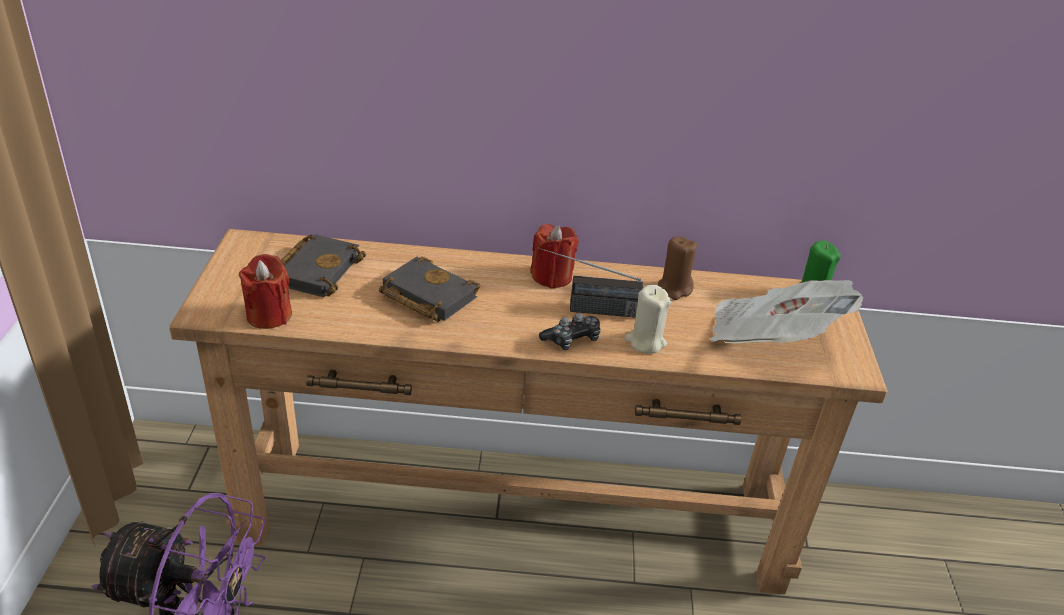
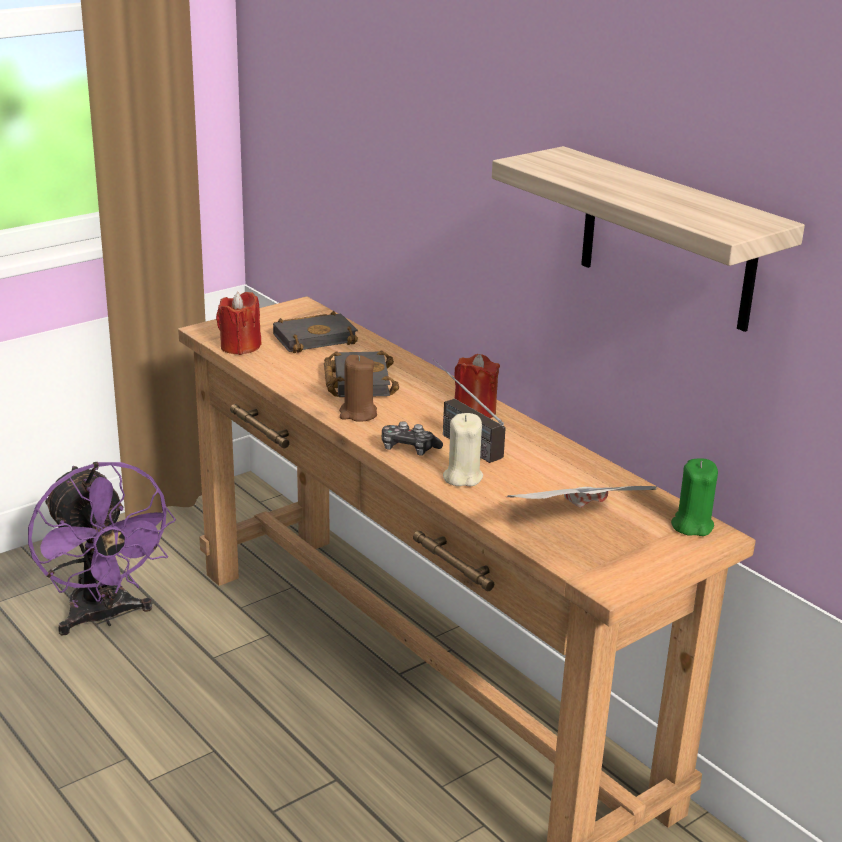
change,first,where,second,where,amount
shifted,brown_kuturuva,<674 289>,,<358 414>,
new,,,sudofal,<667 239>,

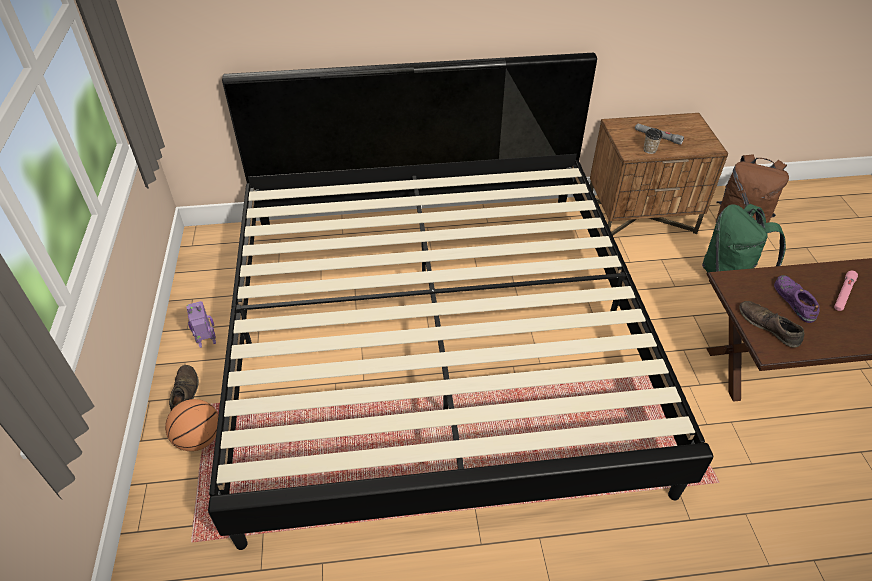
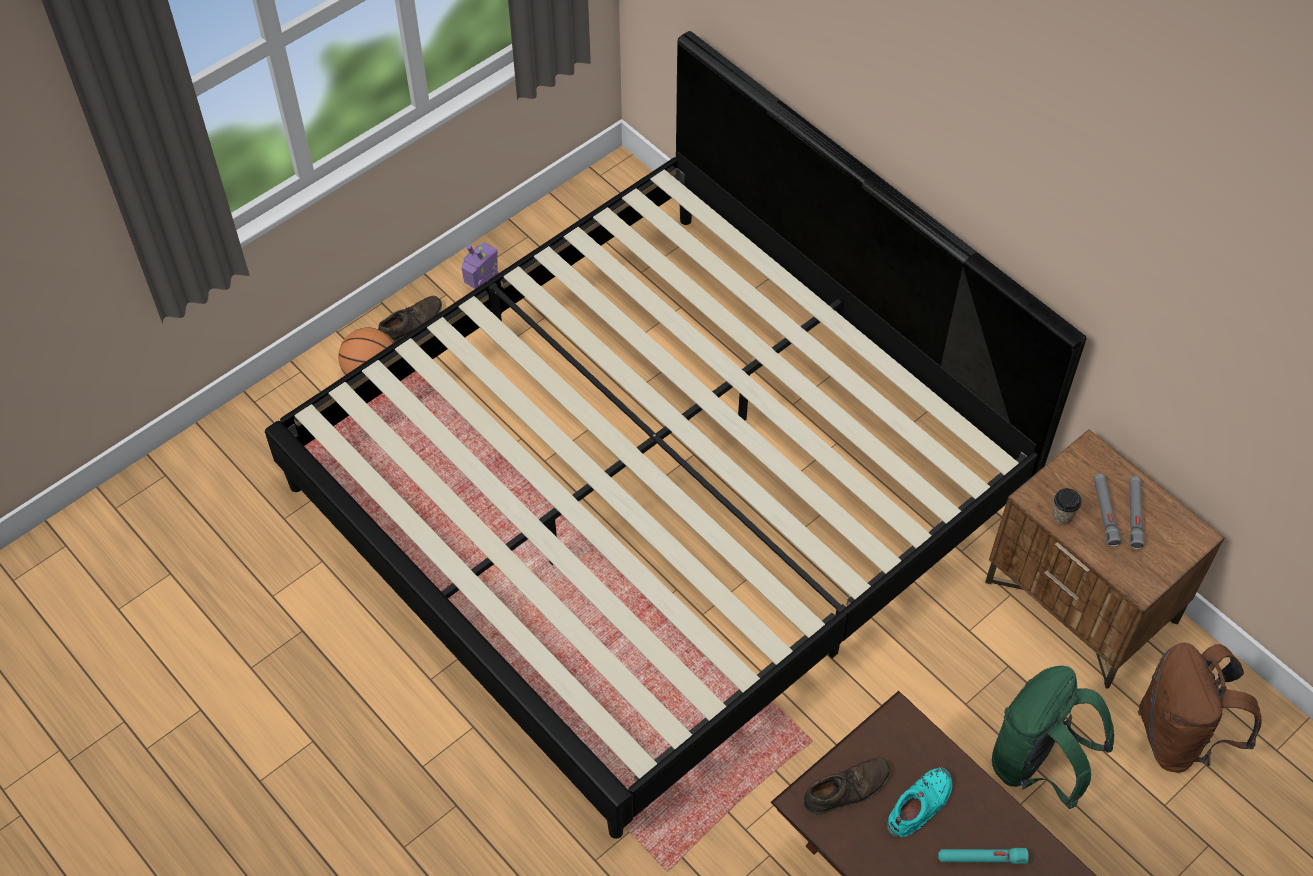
change,first,where,second,where,amount
rotated,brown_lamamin,<768 326>,,<846 789>,45 degrees clockwise
repainted,purple_lamamin,<793 301>,turquoise_lamamin,<920 804>,
repainted,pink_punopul,<843 294>,turquoise_punopul,<981 858>,
new,,,grey_punopul,<1134 514>,

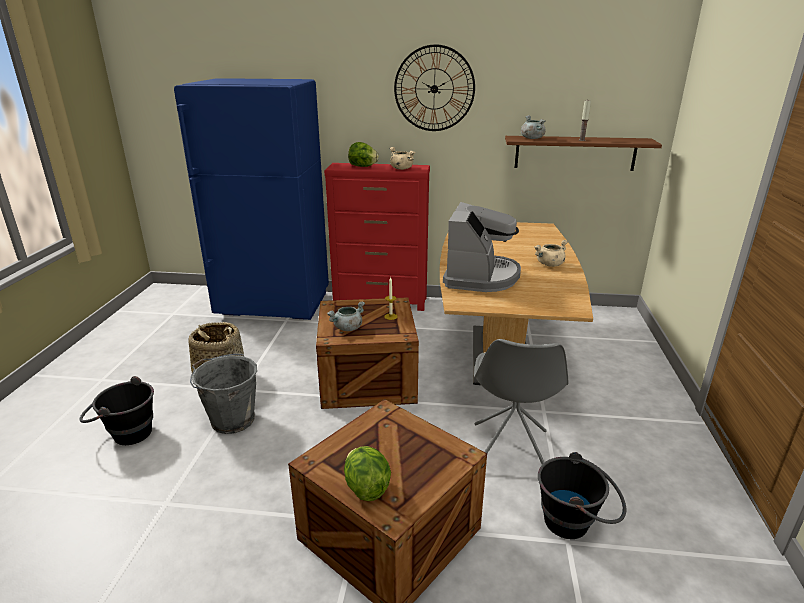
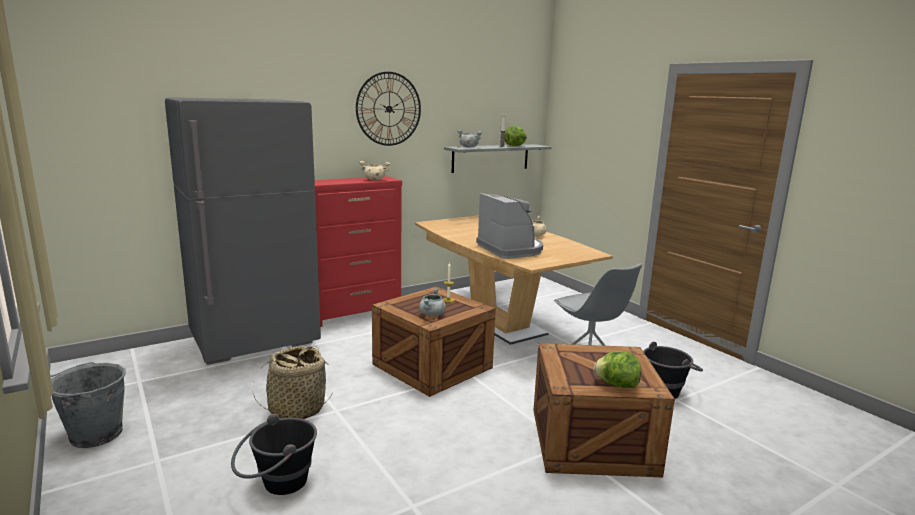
change,first,where,second,where,amount
repainted,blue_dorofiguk,<274 307>,grey_dorofiguk,<256 343>,
shifted,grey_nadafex,<231 419>,,<94 435>,
shifted,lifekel,<362 166>,,<515 145>,
repainted,brown_sudofal,<575 153>,grey_sudofal,<490 158>,

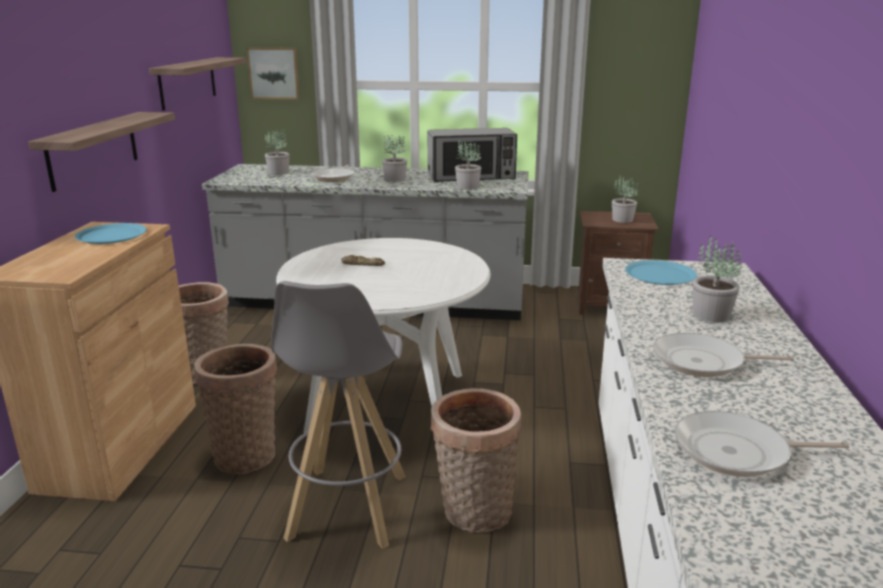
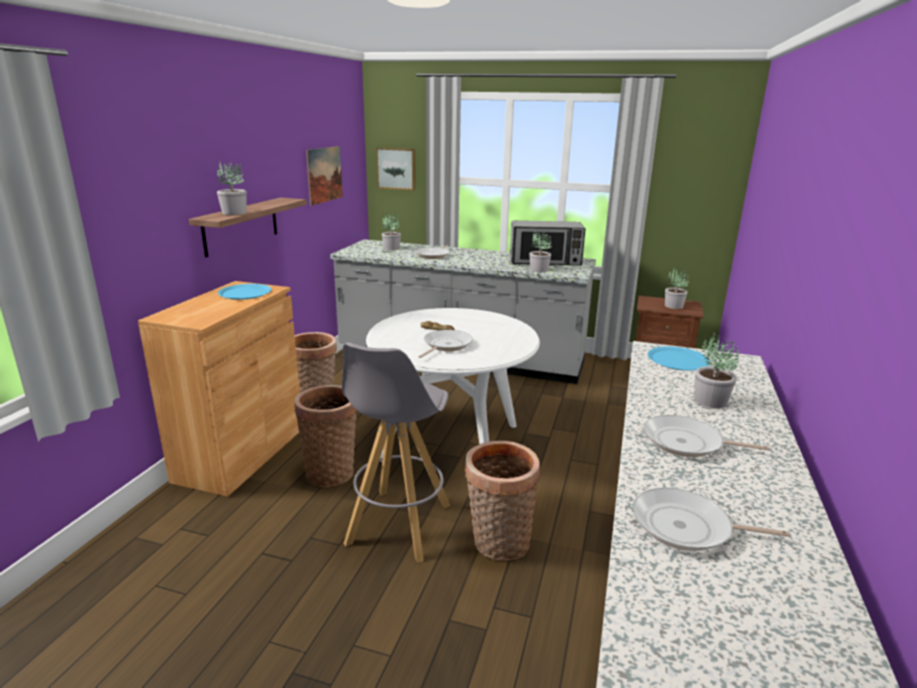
change,first,where,second,where,amount
swapped,sudofal,<188 82>,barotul,<324 174>,
shifted,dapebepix,<395 179>,,<234 213>,
new,,,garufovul,<446 345>,

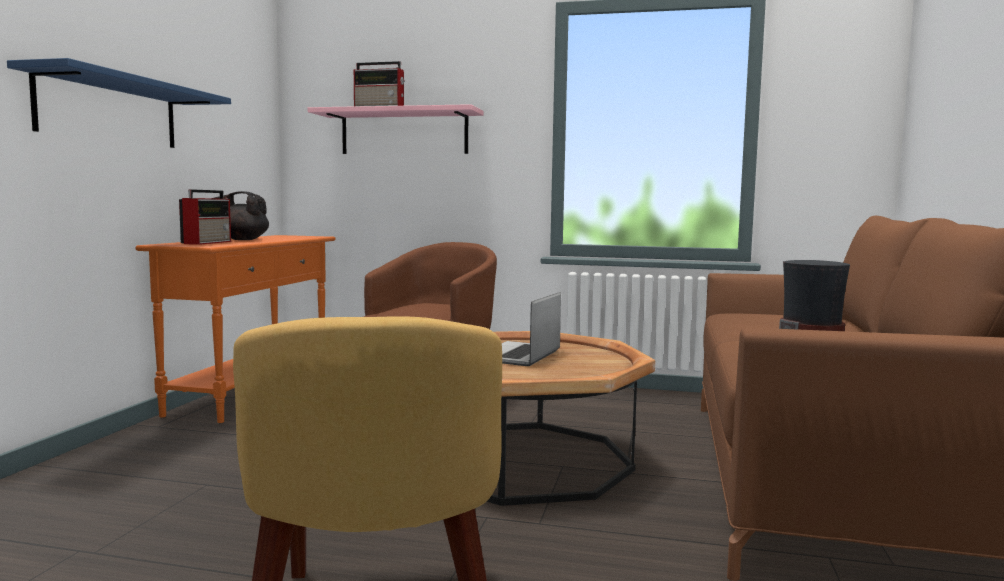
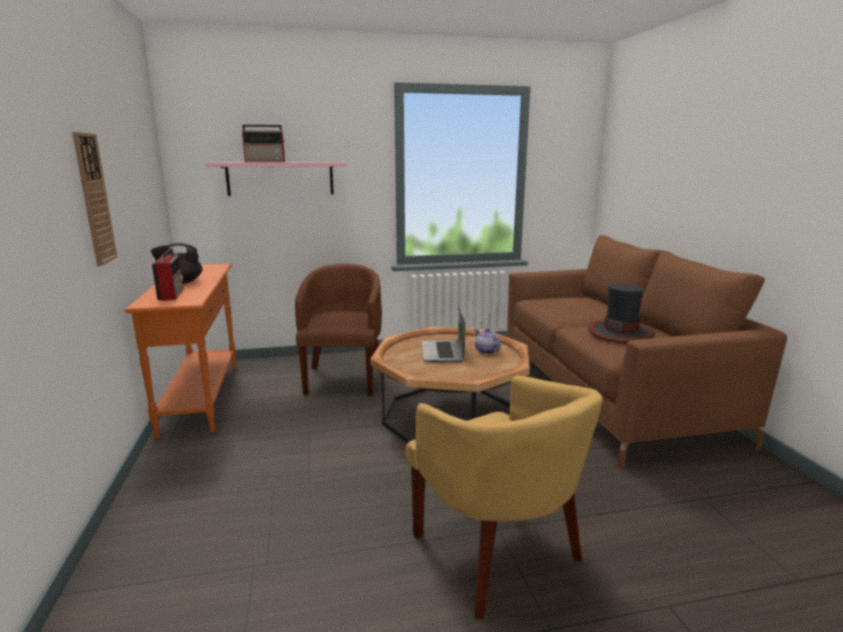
change,first,where,second,where,amount
swapped,blue_sudofal,<109 111>,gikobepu,<94 199>,
new,,,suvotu,<485 351>,

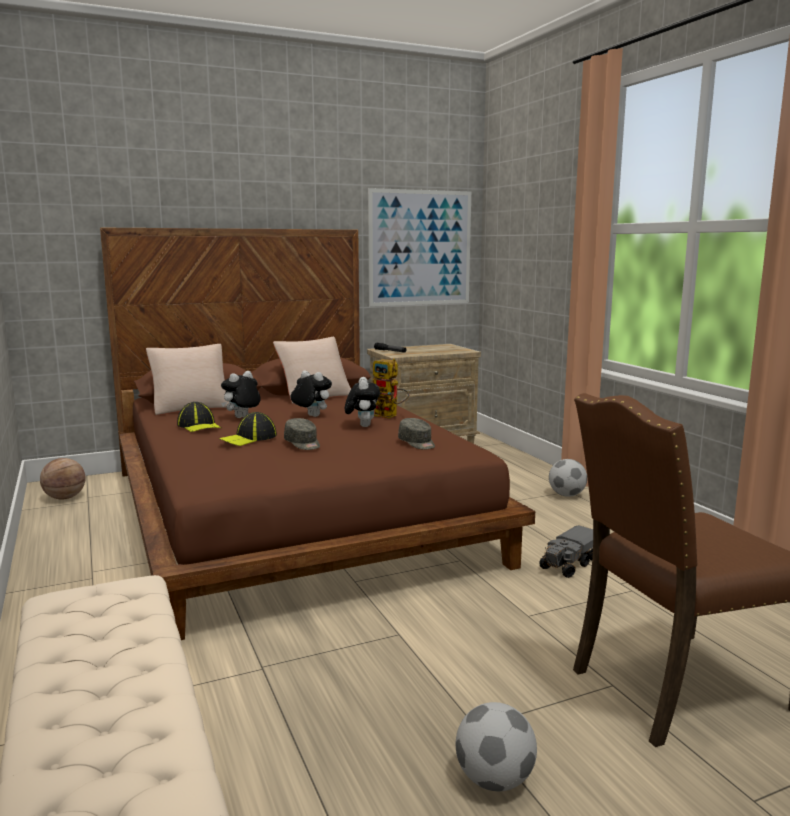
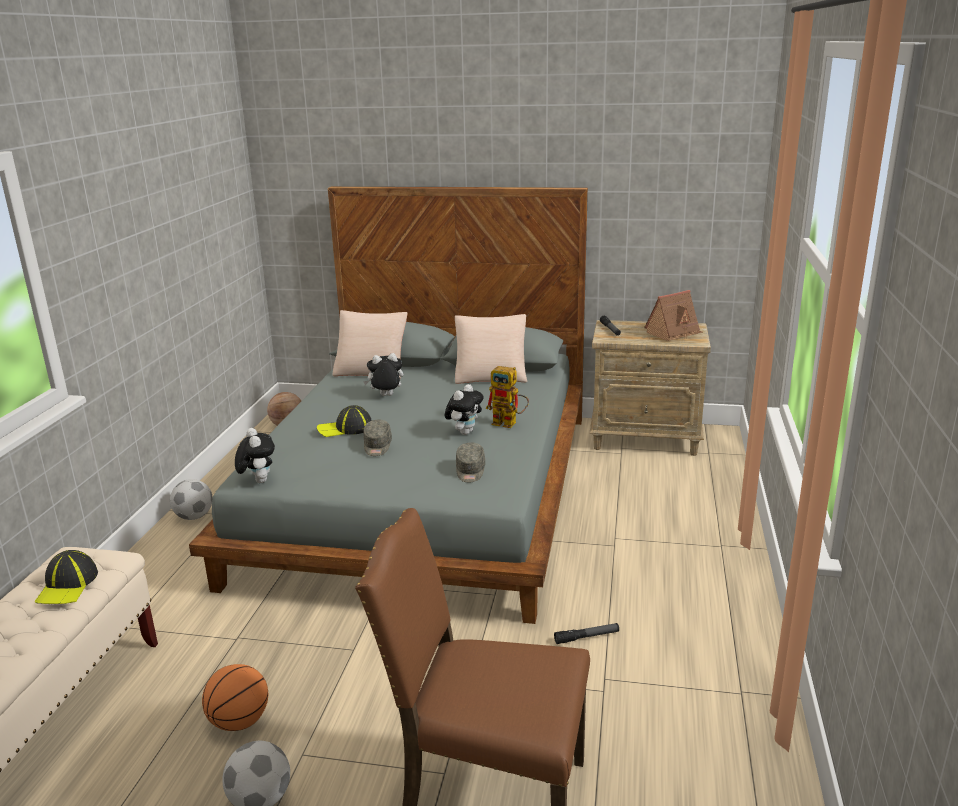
change,first,where,second,where,amount
repainted,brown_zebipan,<293 513>,grey_zebipan,<425 492>,
shifted,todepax,<199 426>,,<67 585>,
shifted,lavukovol,<311 416>,,<258 480>,
gone,barotul,<420 248>,,,
rotated,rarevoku,<390 415>,,<509 423>,45 degrees counterclockwise
swapped,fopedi,<569 564>,punopul,<586 637>,
shifted,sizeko,<566 495>,,<194 517>,
new,,,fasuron,<239 721>,
new,,,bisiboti,<673 333>,

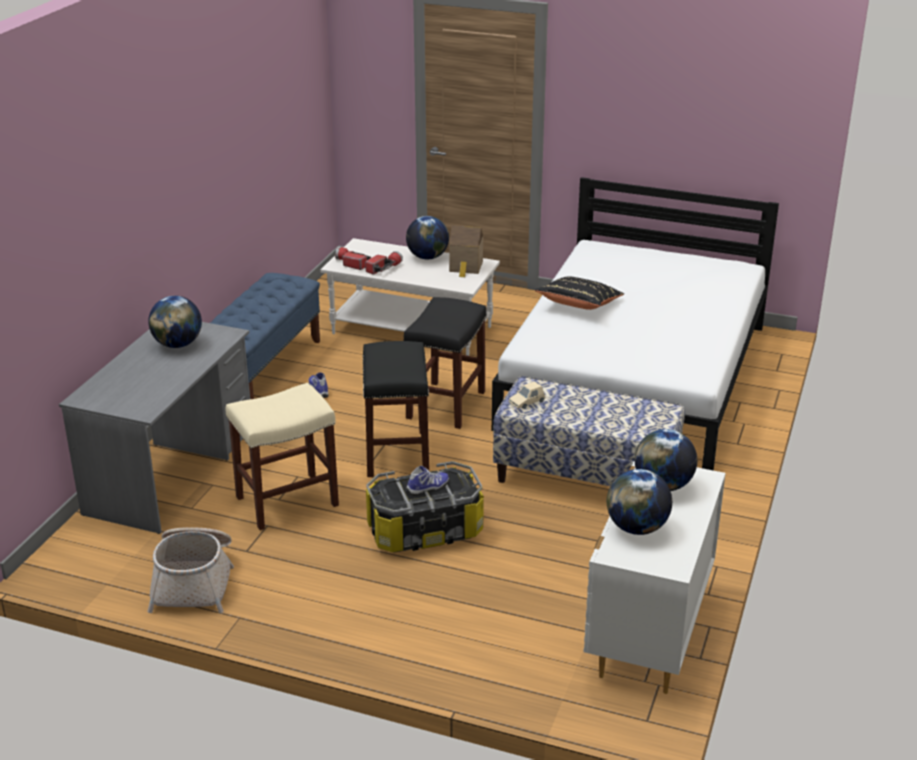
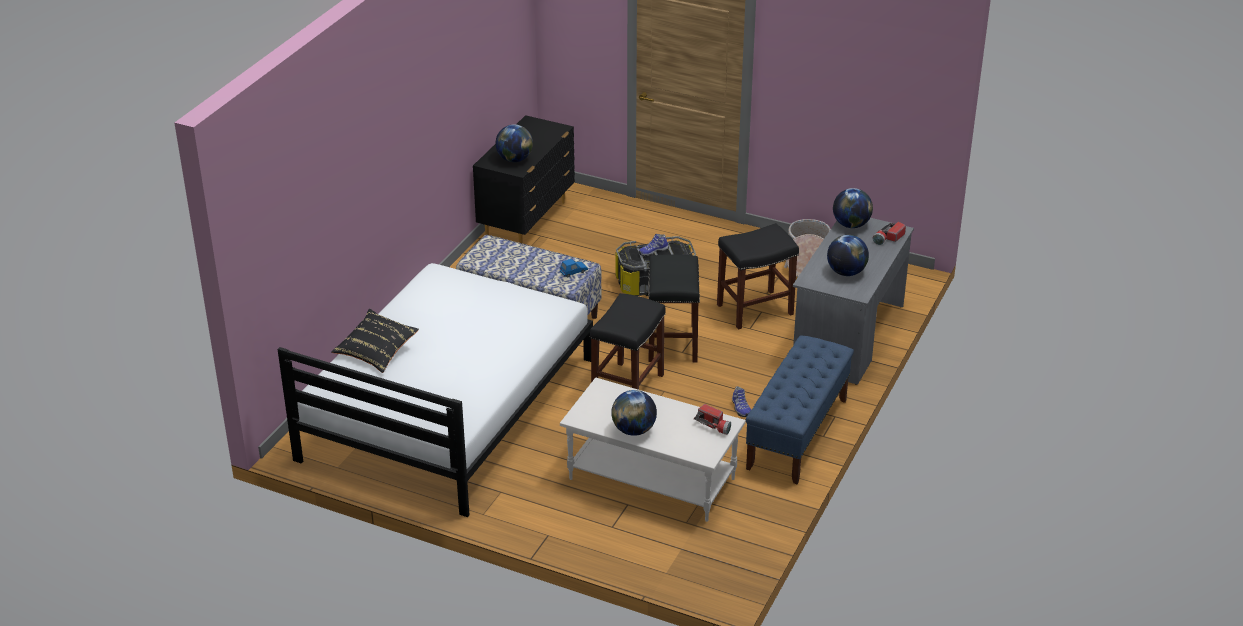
change,first,where,second,where,amount
repainted,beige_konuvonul,<286 502>,black_konuvonul,<755 309>,
shifted,punopul,<384 268>,,<888 238>,
gone,bisiboti,<466 267>,,,
repainted,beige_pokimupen,<527 402>,blue_pokimupen,<573 271>,
shifted,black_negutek,<579 306>,,<376 351>,
repainted,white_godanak,<648 633>,black_godanak,<527 220>,
shifted,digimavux,<636 528>,,<851 225>,

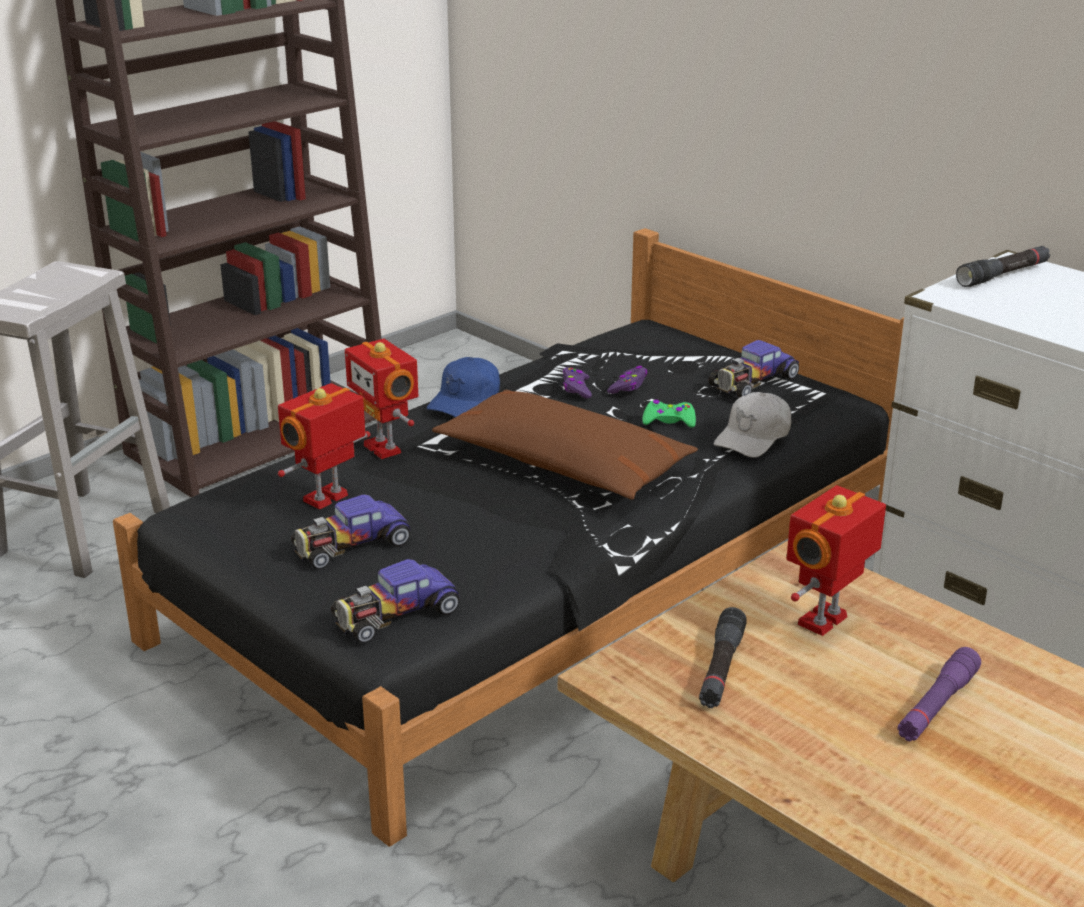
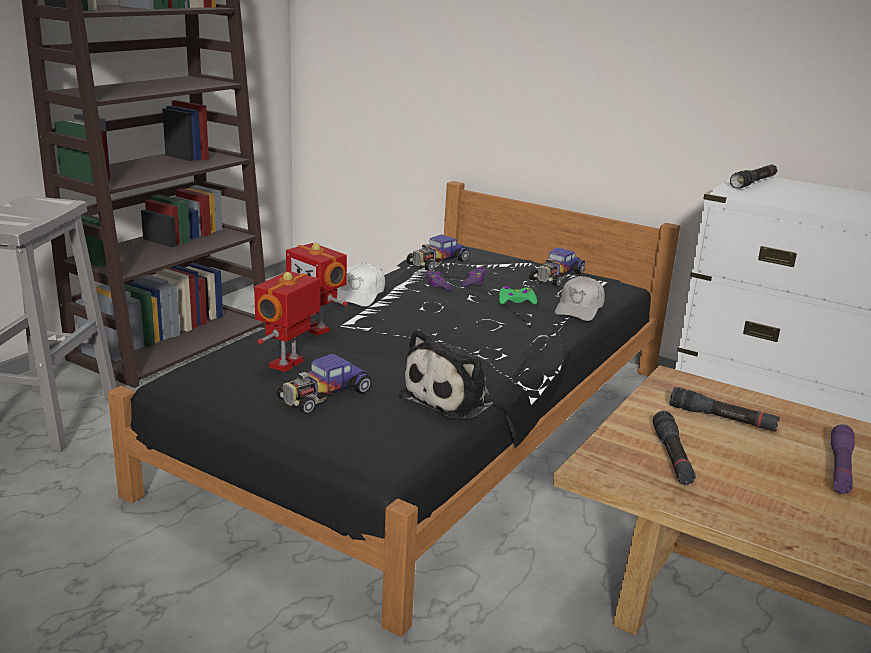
change,first,where,second,where,amount
shifted,pokimupen,<395 614>,,<437 262>,
repainted,blue_todepax,<465 400>,white_todepax,<360 295>,
gone,brown_negutek,<563 465>,,,
swapped,rarevoku,<825 622>,black_punopul,<722 418>,
new,,,lavukovol,<451 398>,

